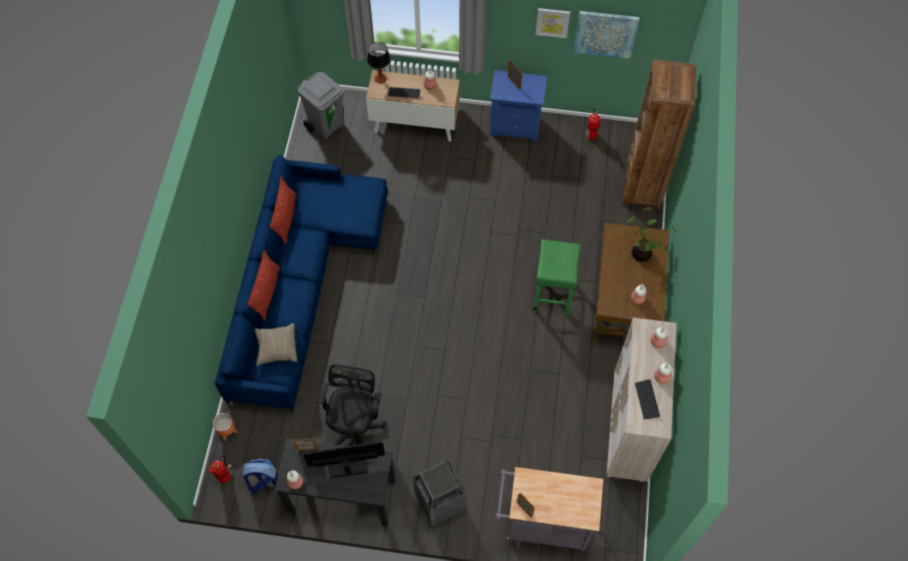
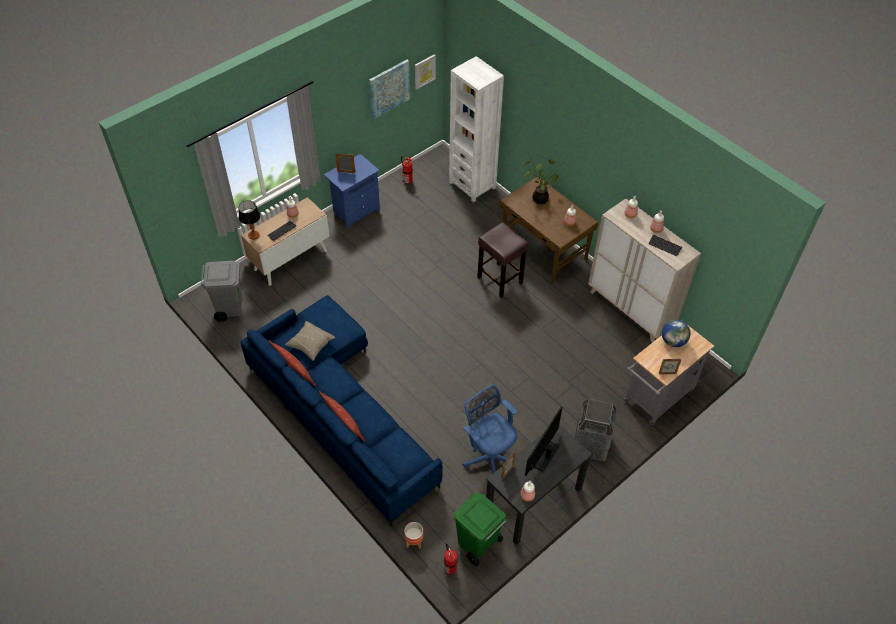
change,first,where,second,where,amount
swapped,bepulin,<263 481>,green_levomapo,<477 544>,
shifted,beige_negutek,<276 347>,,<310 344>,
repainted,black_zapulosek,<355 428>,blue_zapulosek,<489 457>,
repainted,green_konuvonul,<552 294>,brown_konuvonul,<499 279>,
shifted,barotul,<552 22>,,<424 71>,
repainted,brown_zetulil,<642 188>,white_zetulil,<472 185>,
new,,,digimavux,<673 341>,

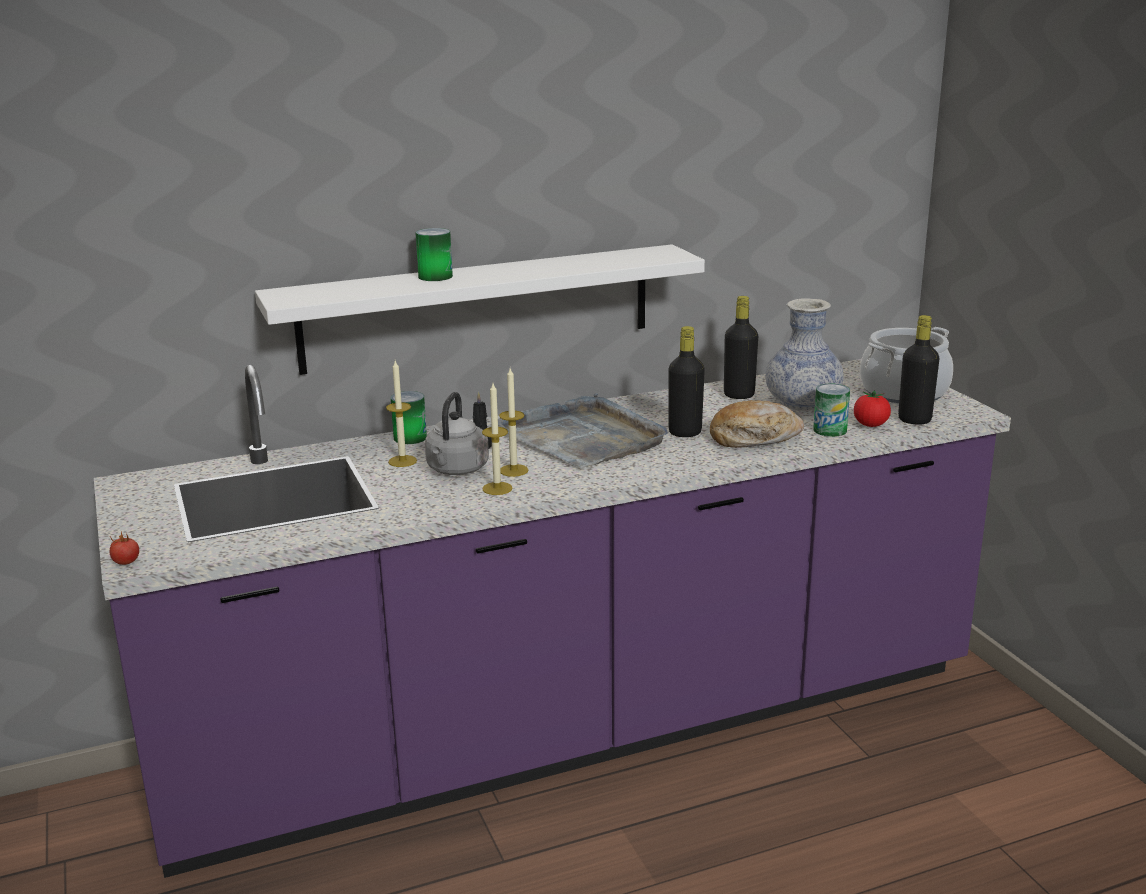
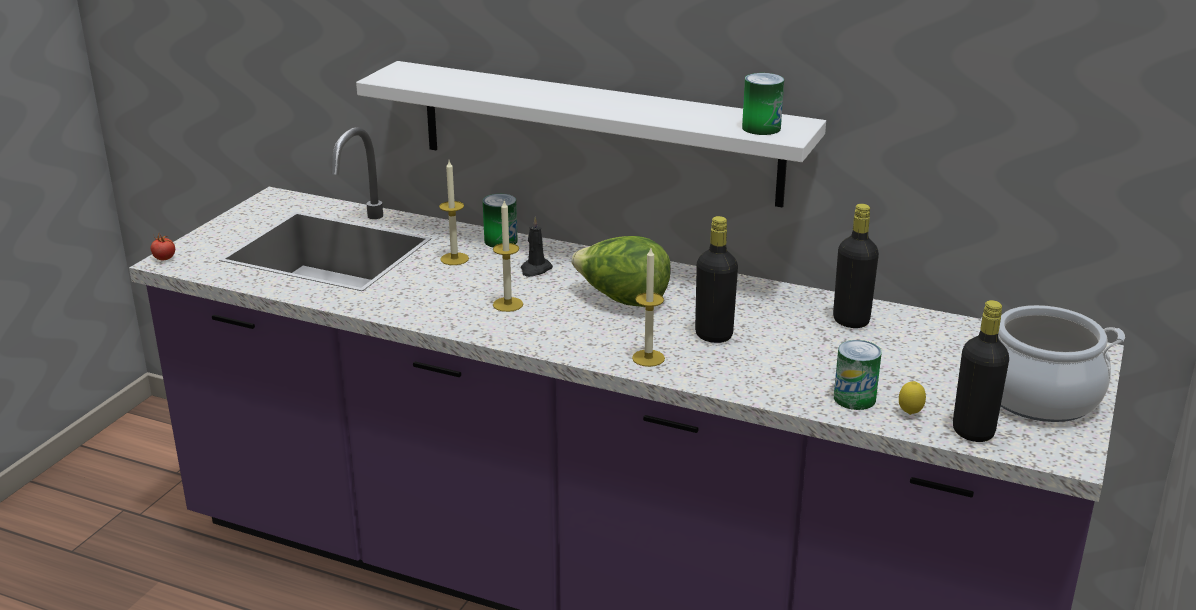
change,first,where,second,where,amount
shifted,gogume,<435 276>,,<761 128>,
gone,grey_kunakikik,<456 470>,,,
shifted,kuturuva,<497 488>,,<648 358>,
swapped,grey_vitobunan,<584 437>,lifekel,<622 300>,
gone,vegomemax,<754 438>,,,
gone,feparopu,<802 403>,,,
swapped,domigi,<870 425>,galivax,<910 414>,

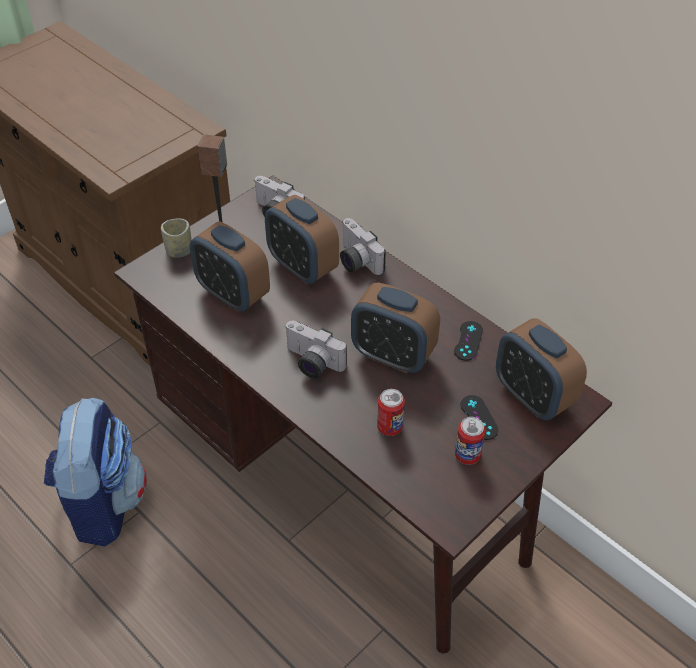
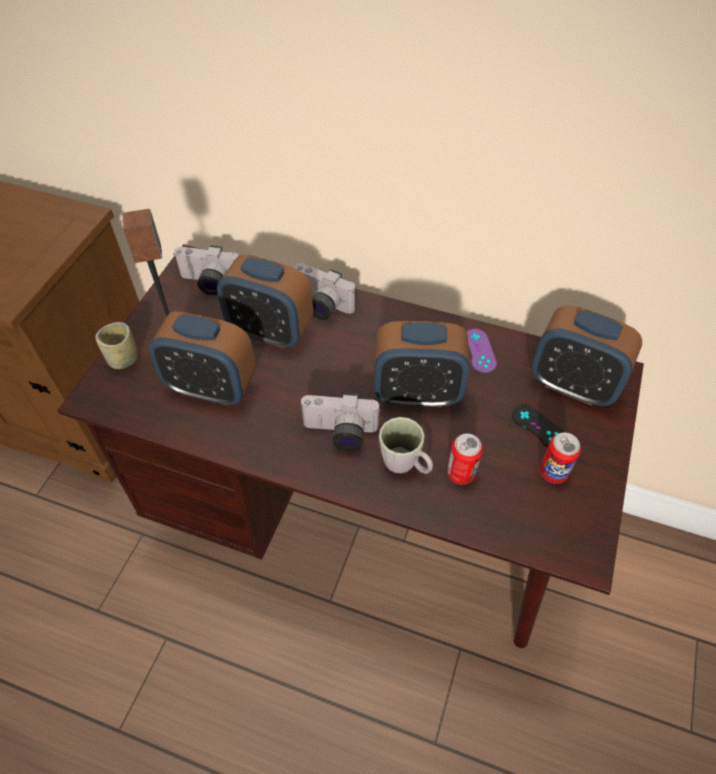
change,first,where,second,where,amount
gone,bepulin,<103 502>,,,
repainted,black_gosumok,<468 341>,purple_gosumok,<479 350>,
new,,,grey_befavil,<405 464>,

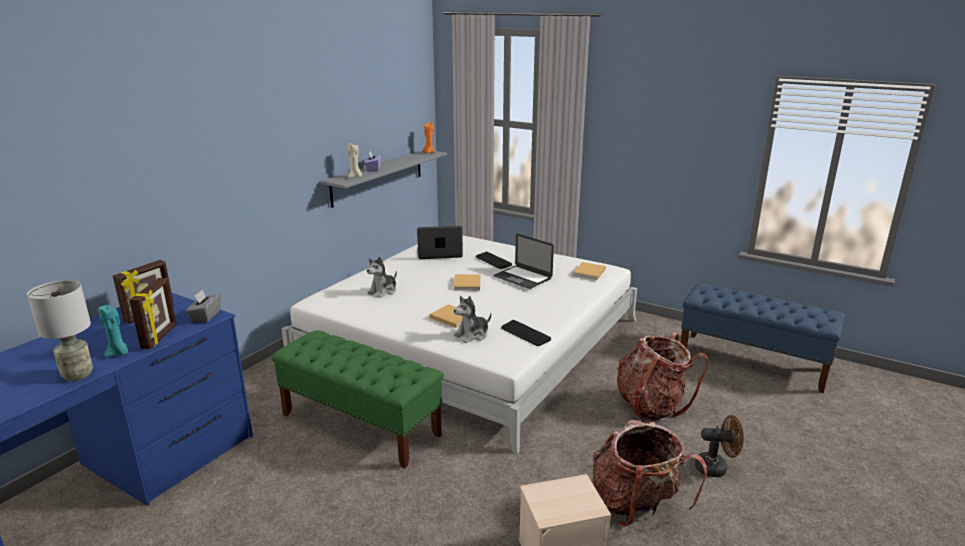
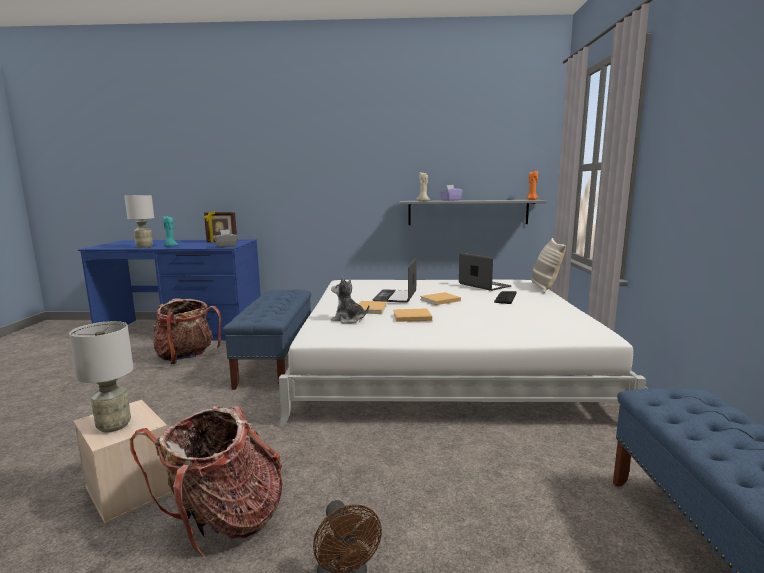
change,first,where,second,where,amount
gone,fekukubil,<160 337>,,,
repainted,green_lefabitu,<361 425>,blue_lefabitu,<276 362>,
gone,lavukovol,<383 291>,,,
shifted,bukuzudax,<522 277>,,<395 296>,
gone,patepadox,<525 334>,,,
shifted,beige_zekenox,<589 272>,,<410 317>,
shifted,bepulin,<651 405>,,<187 356>,
new,,,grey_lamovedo,<114 426>,
new,,,negutek,<544 288>,

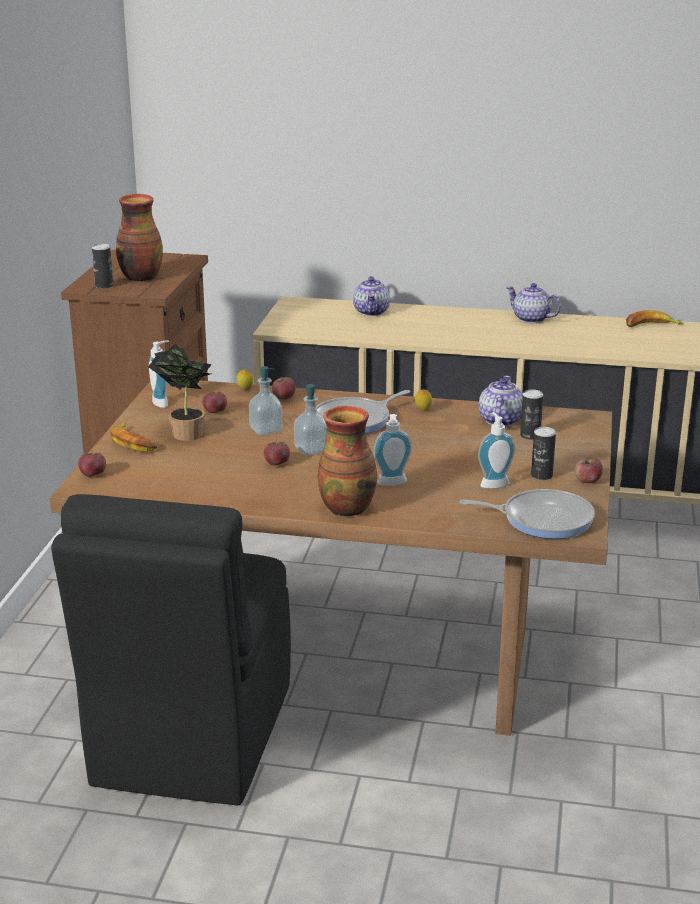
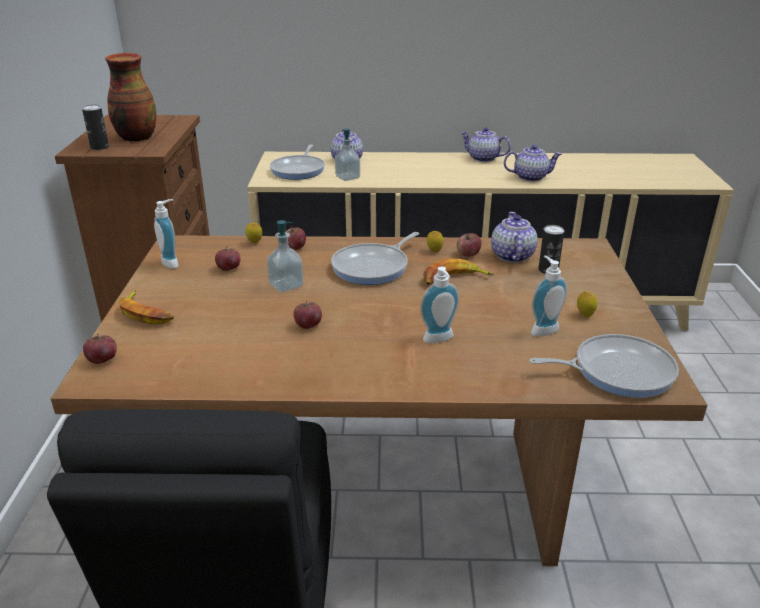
change,first,where,second,where,amount
gone,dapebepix,<184 433>,,,
shifted,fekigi,<311 449>,,<347 177>,
gone,feparopu,<347 508>,,,
swapped,gogume,<541 475>,galivax,<585 315>,
shifted,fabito,<587 481>,,<468 254>,
shifted,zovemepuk,<651 326>,,<454 279>,
new,,,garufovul,<299 170>,
new,,,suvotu,<530 177>,

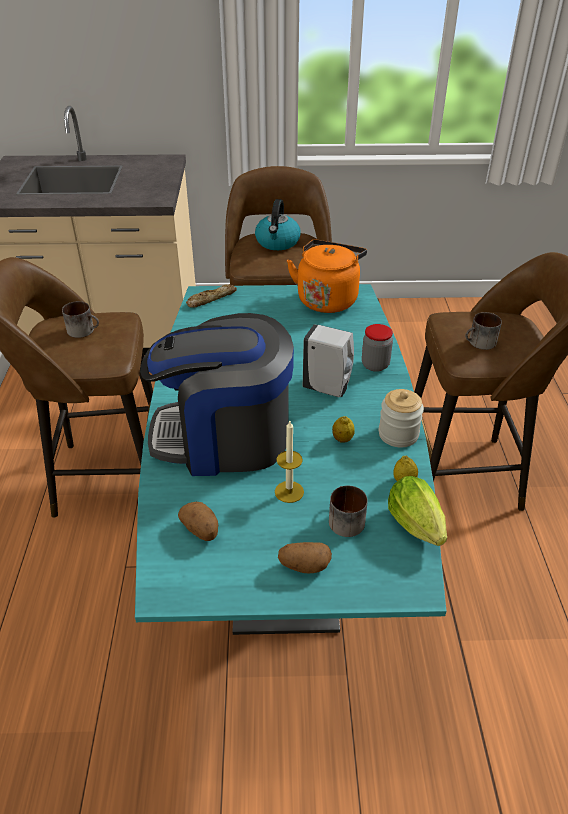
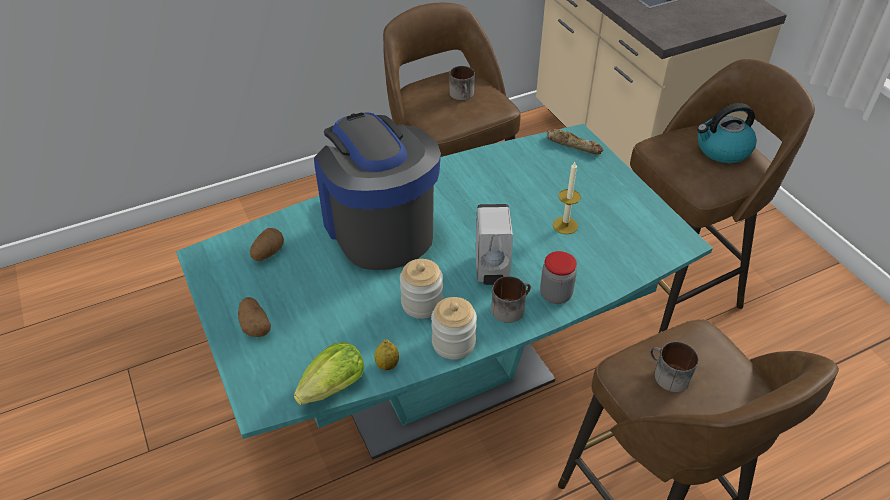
change,first,where,second,where,amount
shifted,kuturuva,<289 492>,,<565 225>,
gone,orange_kunakikik,<328 299>,,,
shifted,befavil,<343 519>,,<510 307>,
swapped,galivax,<342 439>,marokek,<422 303>,

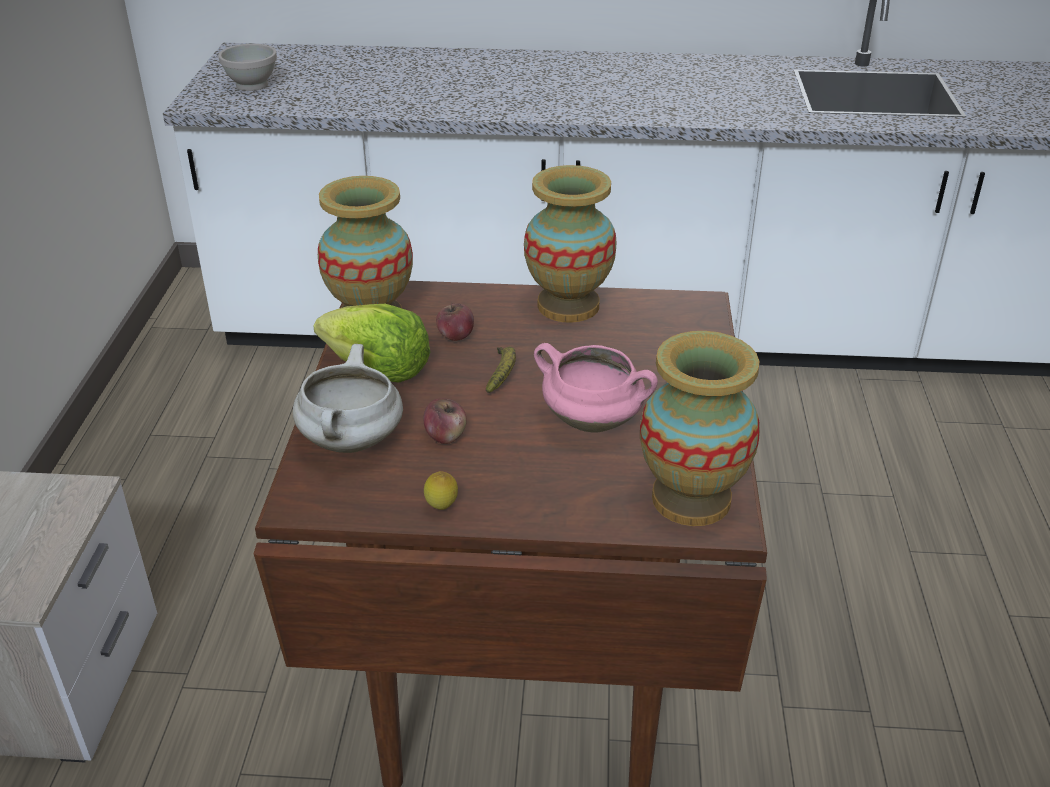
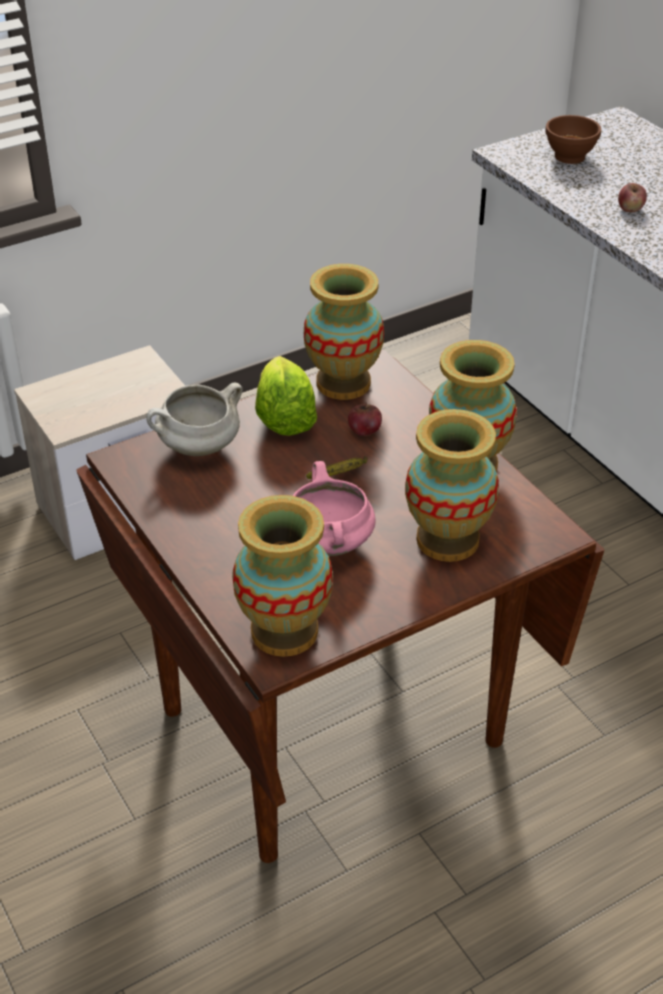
change,first,where,second,where,amount
repainted,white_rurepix,<252 85>,brown_rurepix,<570 156>,
shifted,fabito,<445 436>,,<630 209>,
gone,galivax,<441 508>,,,
new,,,feparopu,<447 540>,

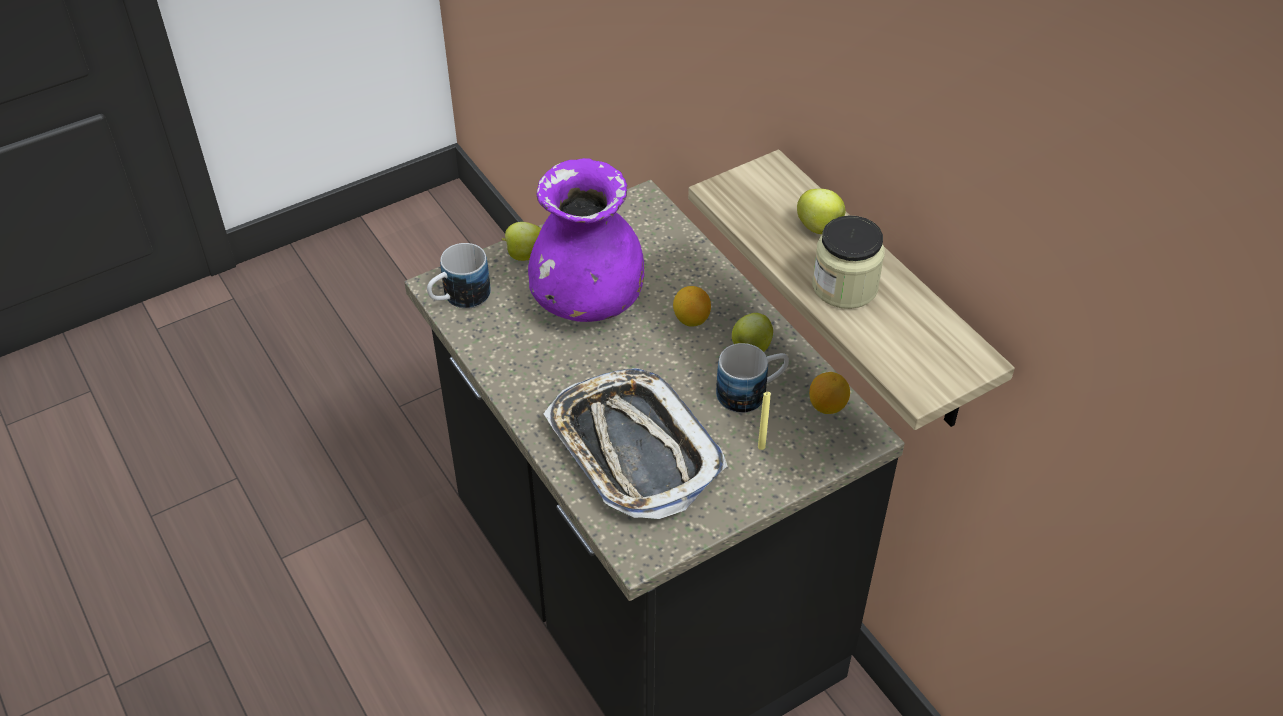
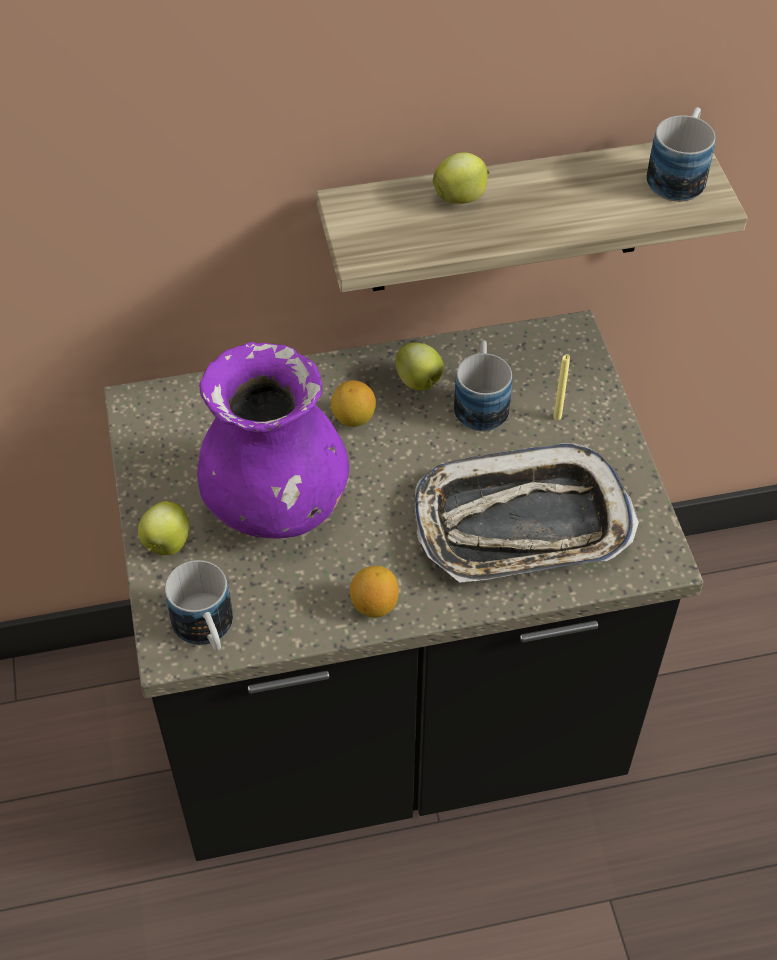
change,first,where,second,where,amount
shifted,galivax,<827 406>,,<374 605>,
gone,marokek,<845 286>,,,
new,,,befavil,<679 174>,

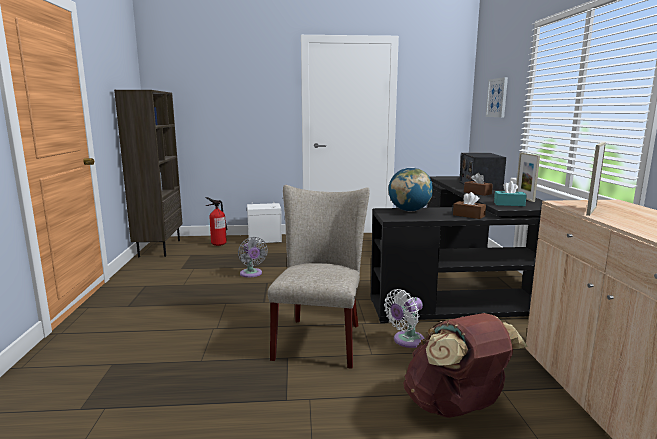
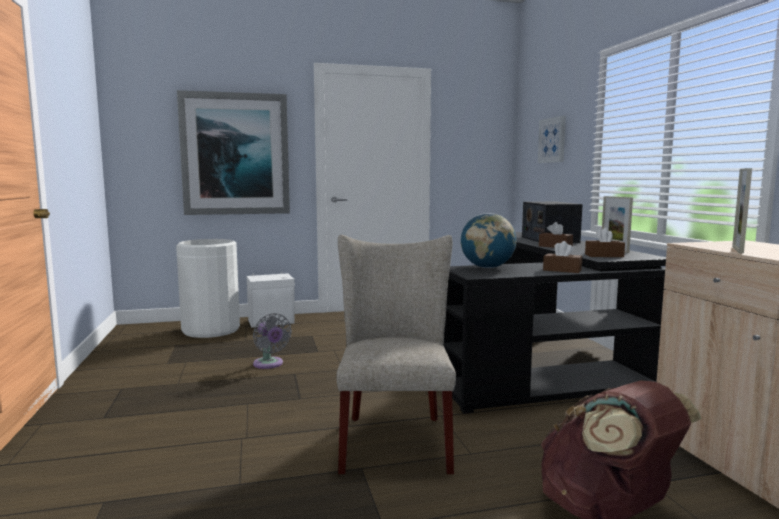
change,first,where,second,where,amount
gone,brown_zetulil,<159 248>,,,
swapped,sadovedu,<219 244>,white_levomapo,<211 330>,
gone,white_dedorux,<406 341>,,,
repainted,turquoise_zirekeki,<509 204>,brown_zirekeki,<604 255>,
new,,,barotul,<235 154>,

